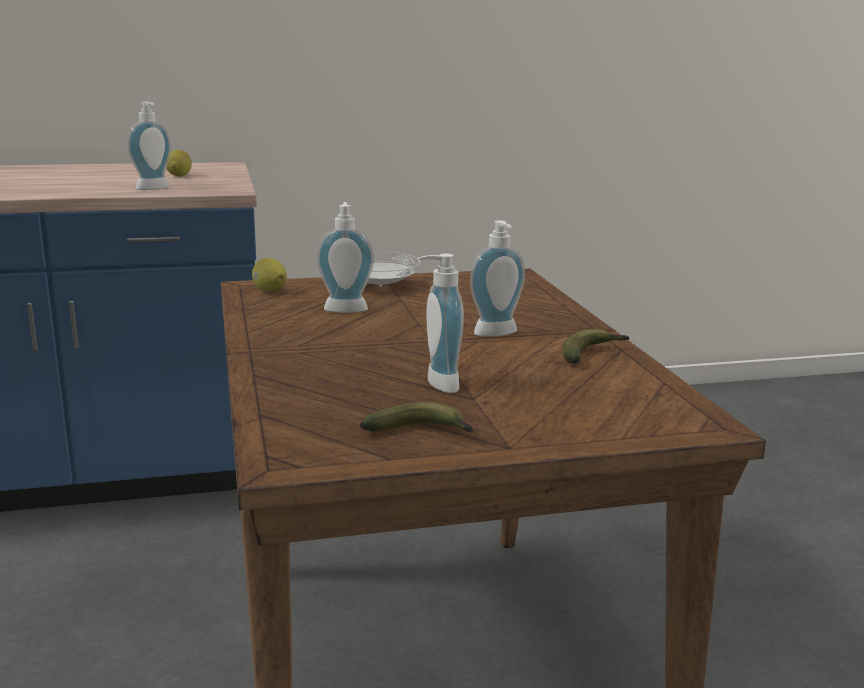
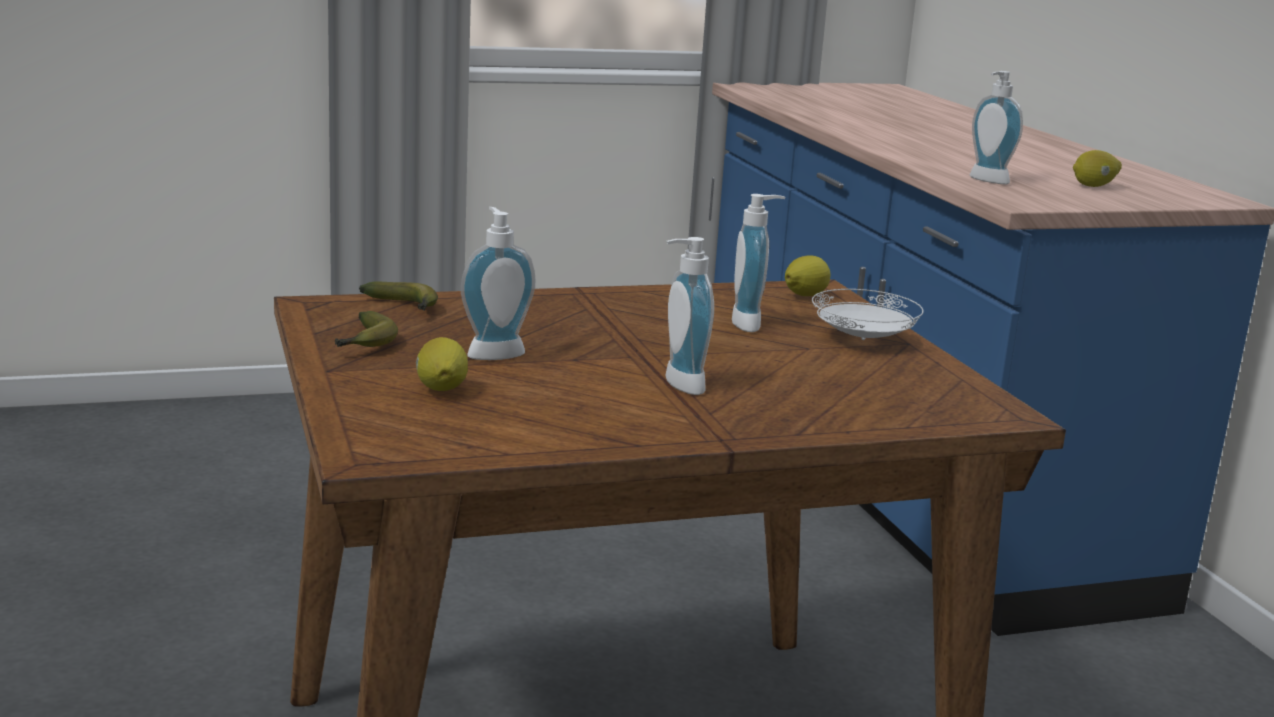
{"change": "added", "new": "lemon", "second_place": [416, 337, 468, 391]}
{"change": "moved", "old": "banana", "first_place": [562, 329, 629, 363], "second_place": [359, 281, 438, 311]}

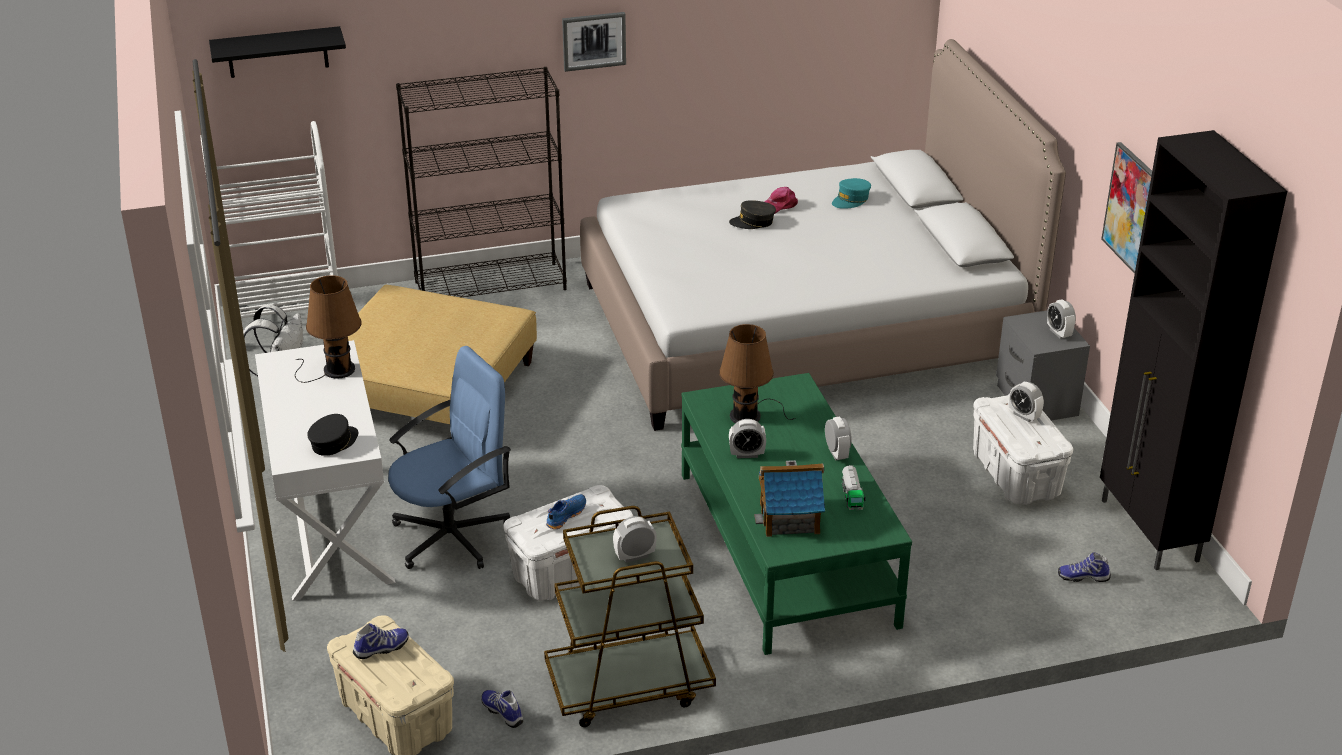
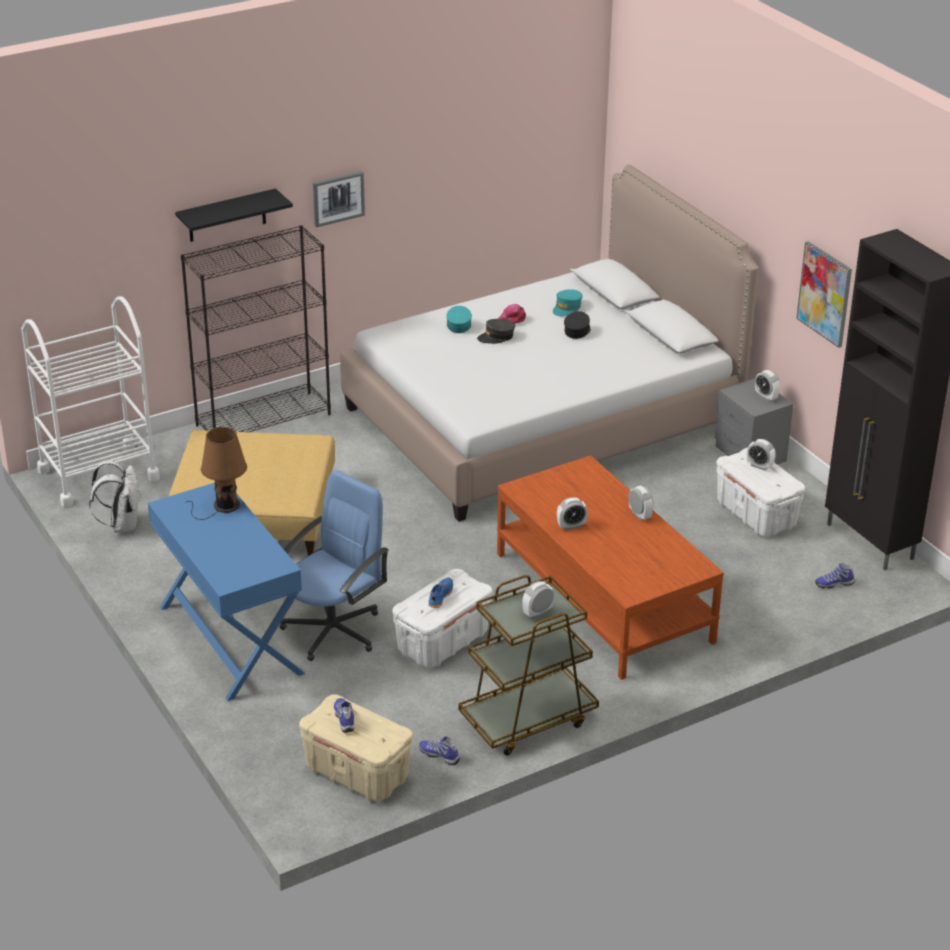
{"change": "removed", "old": "brown table lamp", "first_place": [719, 324, 795, 423]}
{"change": "removed", "old": "toy house", "first_place": [754, 460, 825, 537]}
{"change": "removed", "old": "toy truck", "first_place": [842, 465, 866, 510]}
{"change": "added", "new": "turquoise cap", "second_place": [446, 306, 472, 333]}
{"change": "moved", "old": "black shelf", "first_place": [209, 26, 346, 78], "second_place": [175, 189, 293, 242]}
{"change": "moved", "old": "black cap", "first_place": [307, 414, 358, 456], "second_place": [564, 311, 590, 339]}
{"change": "recoloured", "old": "white desk", "new": "blue desk", "first_place": [255, 340, 395, 601], "second_place": [148, 483, 305, 701]}
{"change": "recoloured", "old": "green coffee table", "new": "brown coffee table", "first_place": [681, 373, 912, 655], "second_place": [497, 455, 724, 680]}
{"change": "turned", "old": "shoe", "first_place": [353, 623, 409, 659], "second_place": [334, 698, 354, 733], "degrees": -60}

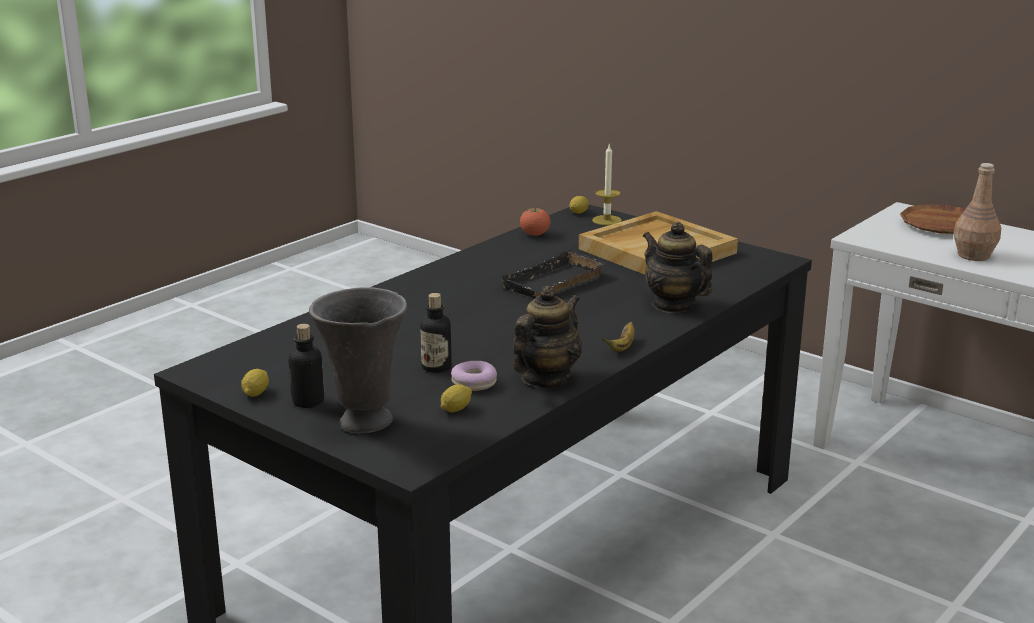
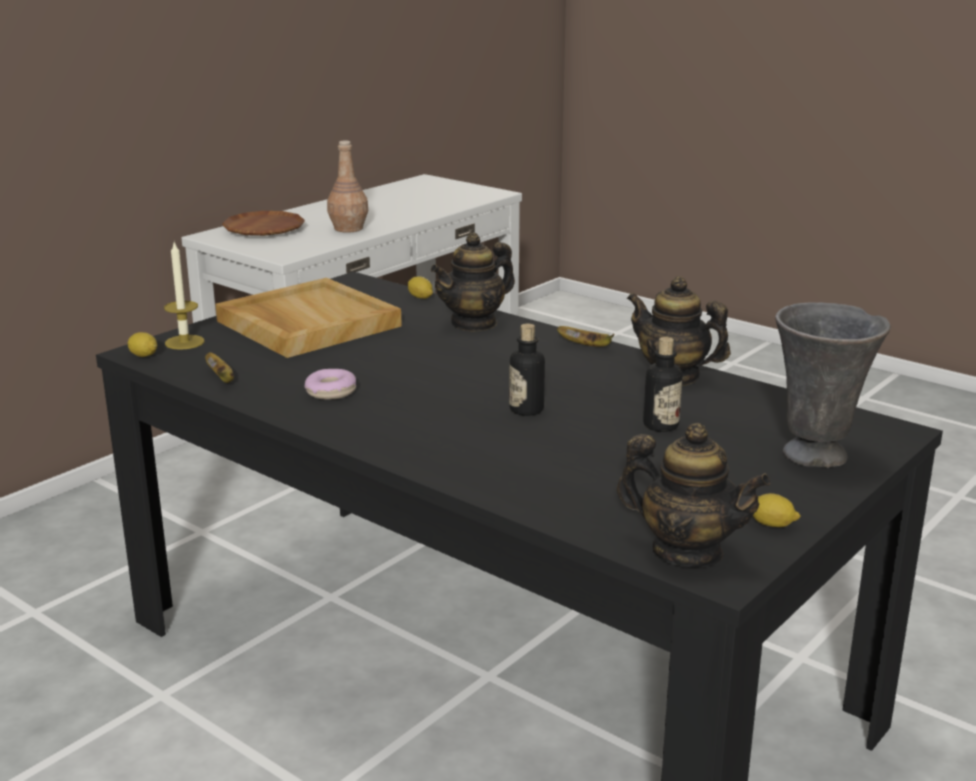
{"change": "removed", "old": "black tray", "first_place": [498, 248, 607, 298]}
{"change": "added", "new": "teapot", "second_place": [617, 423, 770, 567]}
{"change": "moved", "old": "bottle", "first_place": [289, 324, 325, 408], "second_place": [509, 323, 545, 416]}
{"change": "moved", "old": "lemon", "first_place": [440, 384, 472, 412], "second_place": [408, 276, 433, 299]}
{"change": "moved", "old": "donut", "first_place": [451, 361, 497, 391], "second_place": [304, 369, 356, 400]}
{"change": "replaced", "old": "tomato", "new": "banana", "first_place": [520, 207, 550, 236], "second_place": [205, 352, 234, 383]}

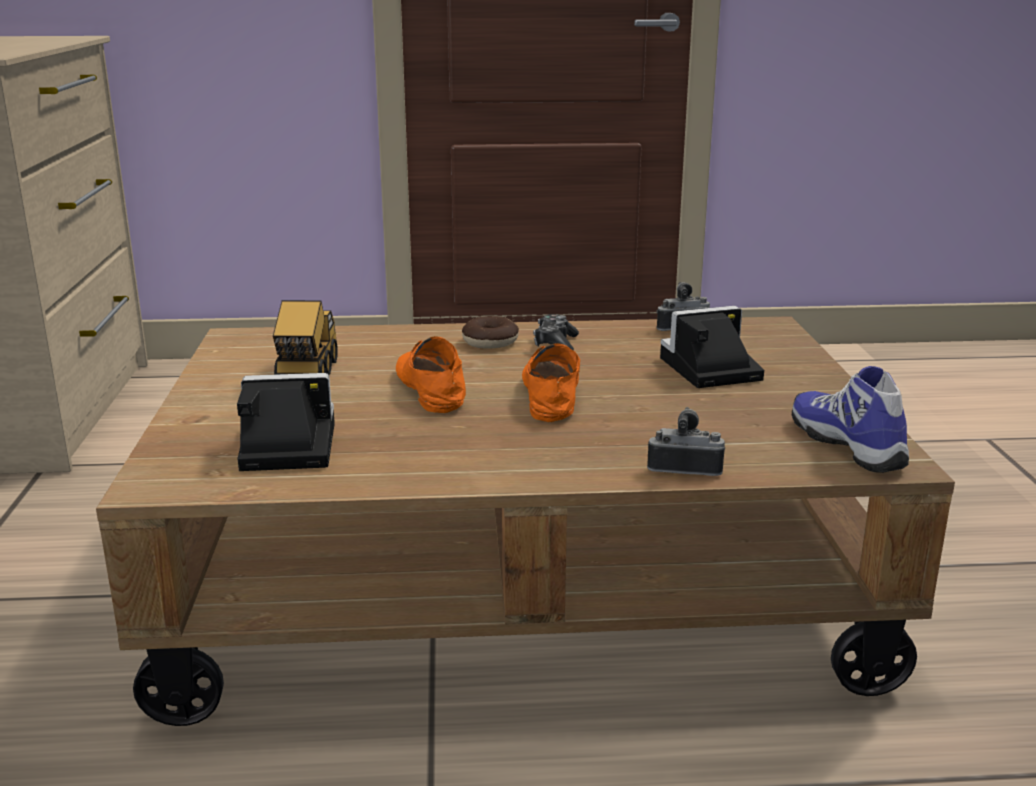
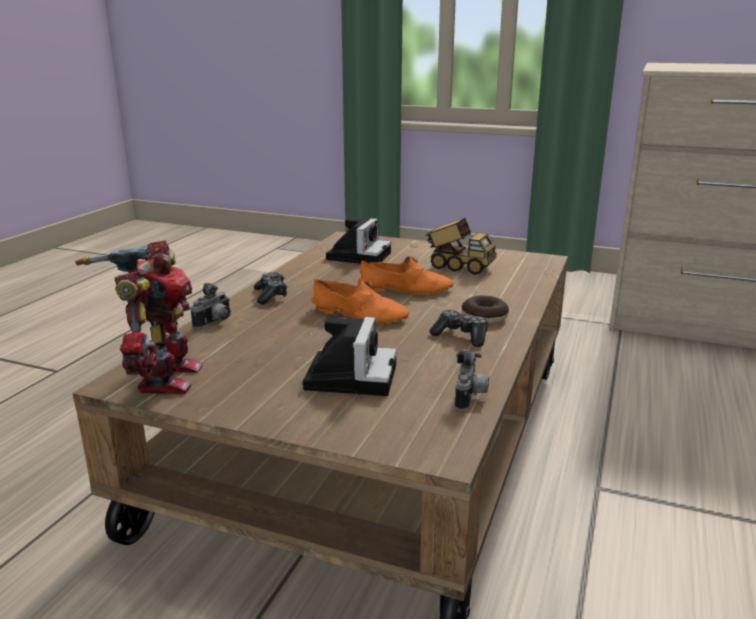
{"change": "added", "new": "game controller", "second_place": [254, 272, 288, 304]}
{"change": "replaced", "old": "shoe", "new": "toy robot", "first_place": [792, 366, 909, 473], "second_place": [75, 240, 203, 394]}

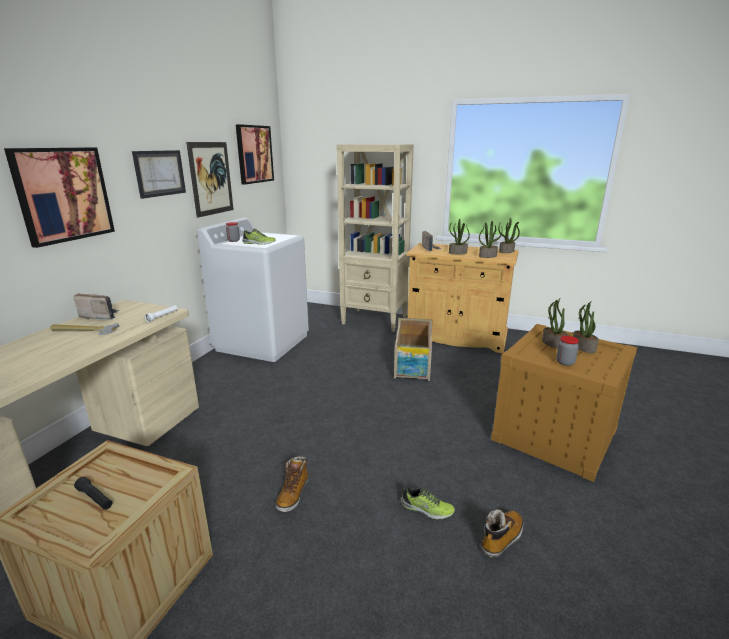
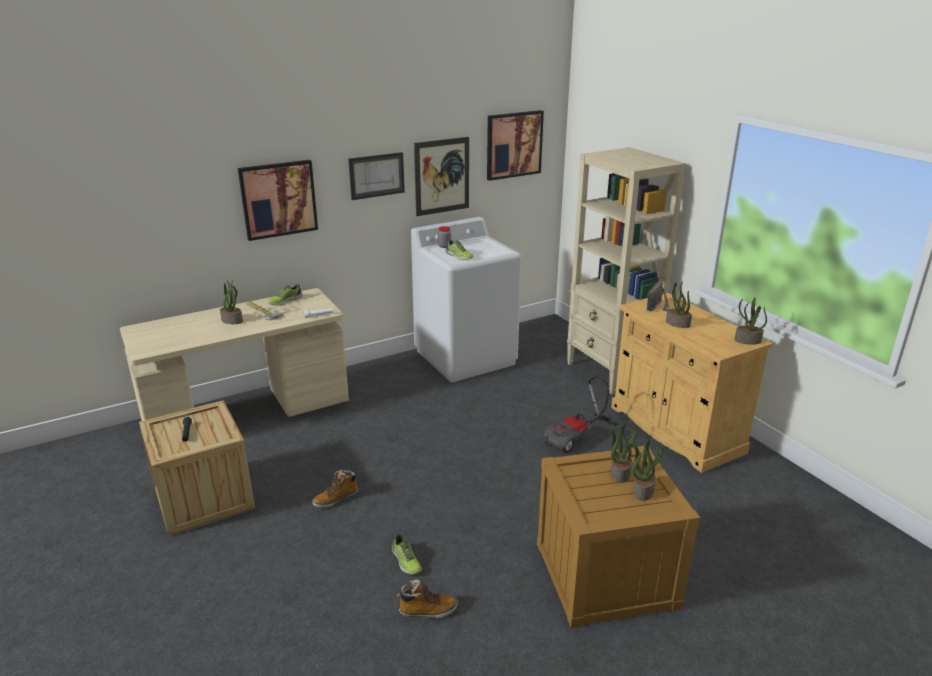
{"change": "removed", "old": "jar", "first_place": [556, 336, 579, 366]}
{"change": "moved", "old": "potted plant", "first_place": [479, 221, 503, 258], "second_place": [220, 279, 243, 324]}
{"change": "replaced", "old": "radio", "new": "shoe", "first_place": [74, 294, 119, 320], "second_place": [268, 284, 302, 305]}
{"change": "replaced", "old": "crate", "new": "vacuum cleaner", "first_place": [394, 318, 433, 381], "second_place": [543, 376, 618, 453]}

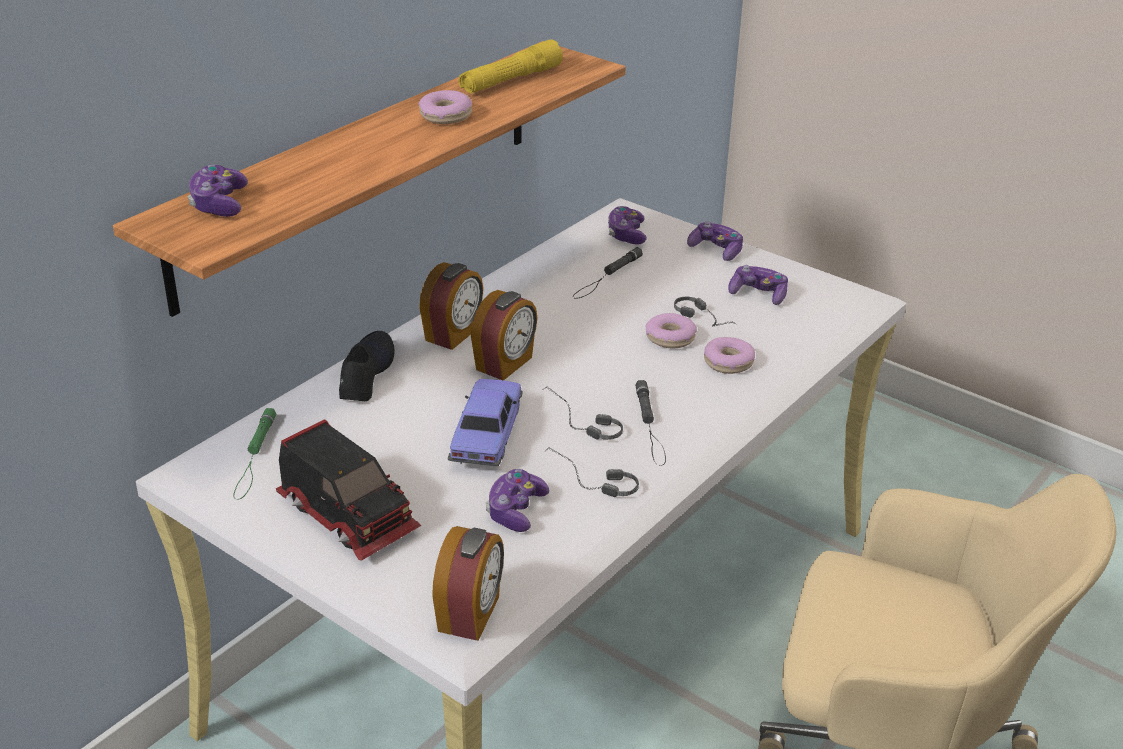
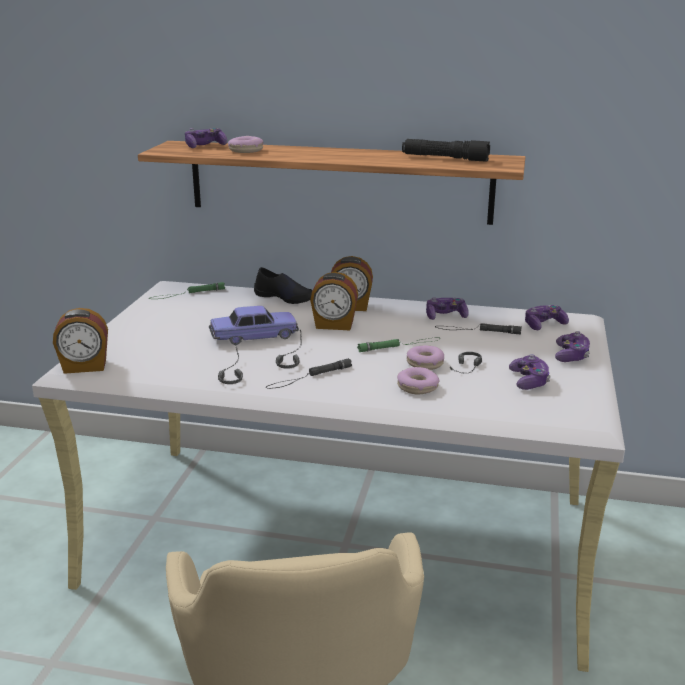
{"change": "removed", "old": "toy truck", "first_place": [276, 419, 421, 561]}
{"change": "added", "new": "green flashlight", "second_place": [357, 337, 439, 352]}
{"change": "moved", "old": "donut", "first_place": [418, 90, 472, 124], "second_place": [228, 136, 264, 153]}
{"change": "moved", "old": "game controller", "first_place": [485, 469, 549, 532], "second_place": [426, 297, 469, 320]}
{"change": "recoloured", "old": "yellow flashlight", "new": "black flashlight", "first_place": [458, 39, 563, 93], "second_place": [402, 139, 490, 162]}
{"change": "turned", "old": "black shoe", "first_place": [339, 331, 394, 401], "second_place": [254, 267, 312, 304], "degrees": 45}

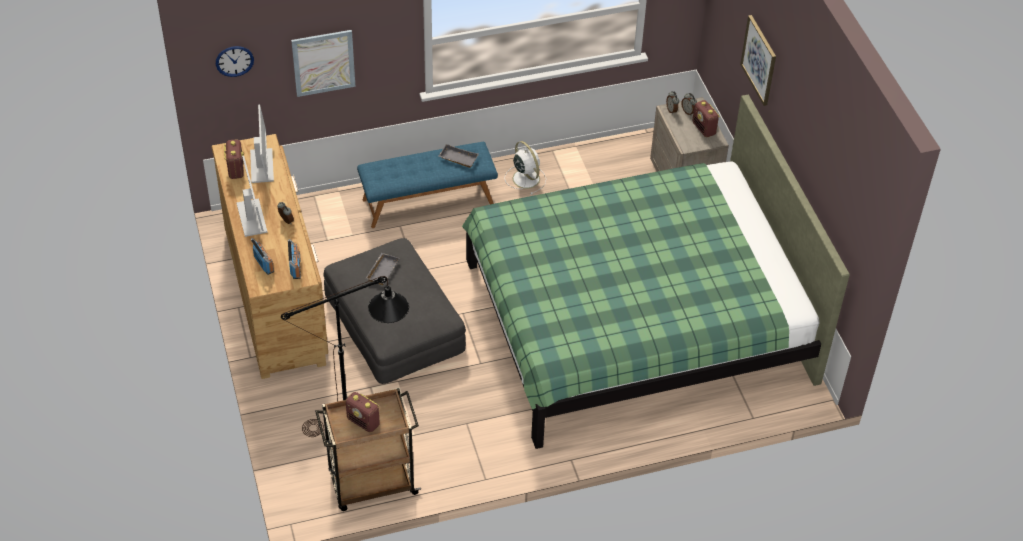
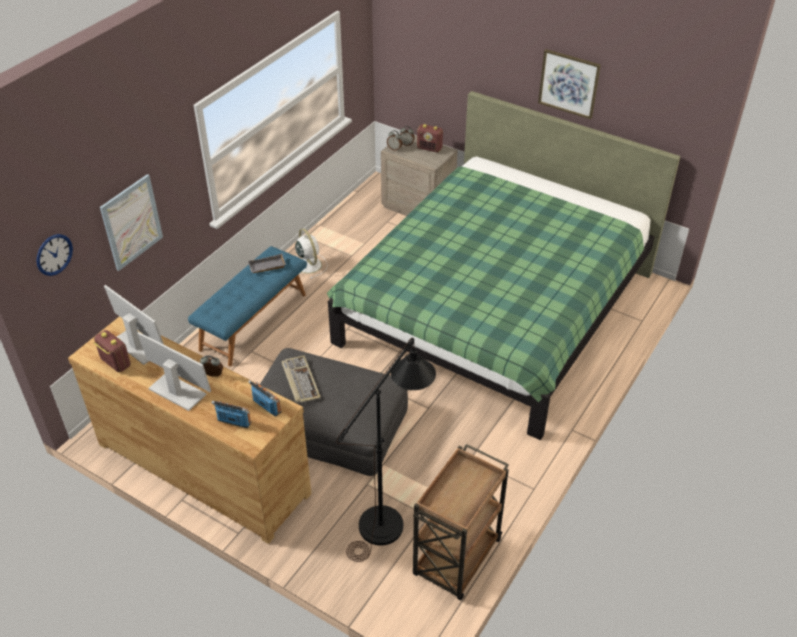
{"change": "removed", "old": "radio", "first_place": [346, 392, 380, 432]}
{"change": "moved", "old": "picture", "first_place": [740, 15, 776, 106], "second_place": [538, 49, 601, 119]}
{"change": "replaced", "old": "grey tray", "new": "keyboard", "first_place": [366, 253, 399, 285], "second_place": [281, 355, 321, 403]}
{"change": "turned", "old": "white fan", "first_place": [505, 141, 546, 195], "second_place": [295, 228, 328, 279], "degrees": 45}

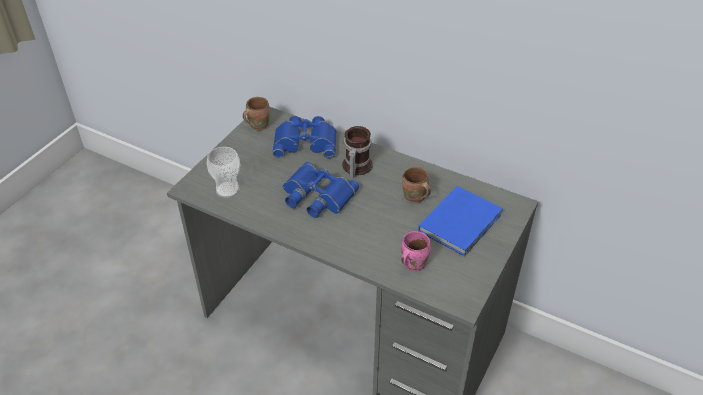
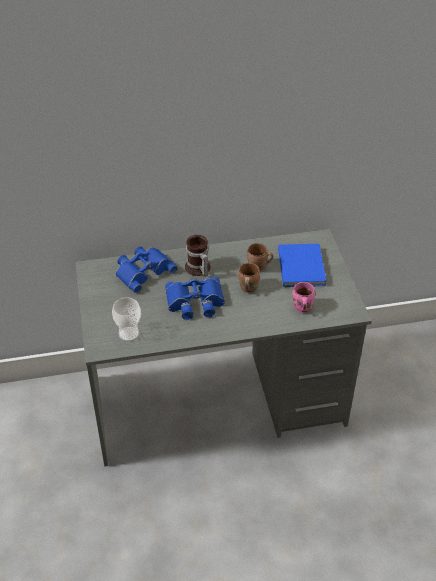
{"change": "moved", "old": "brown mug", "first_place": [243, 97, 270, 131], "second_place": [238, 263, 260, 293]}

